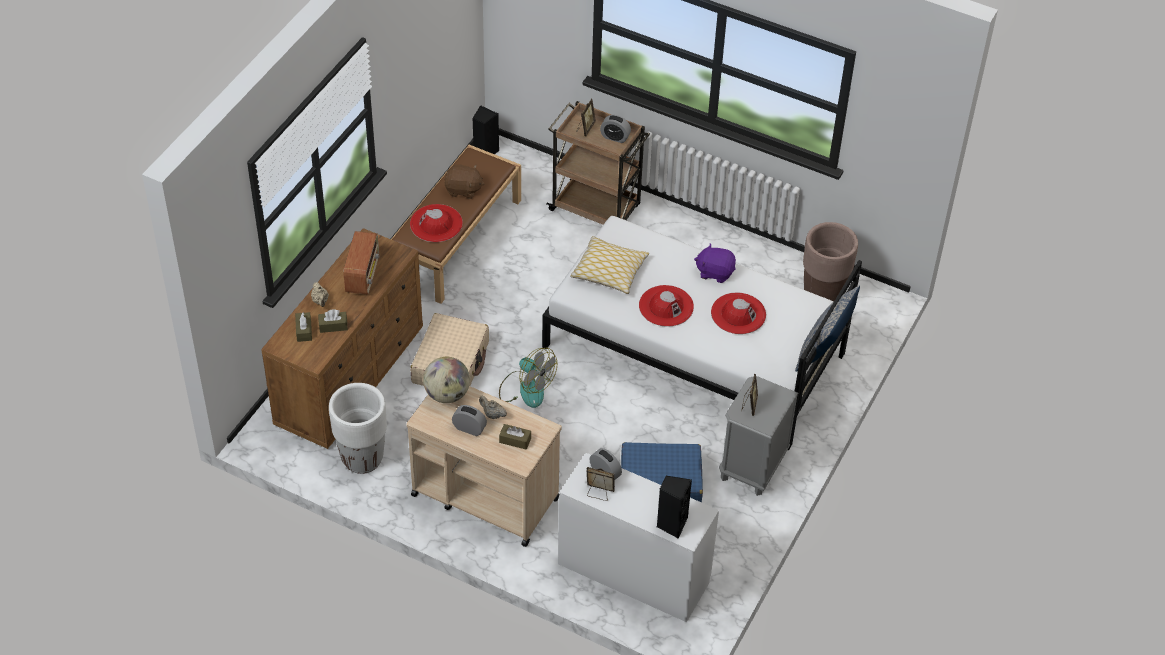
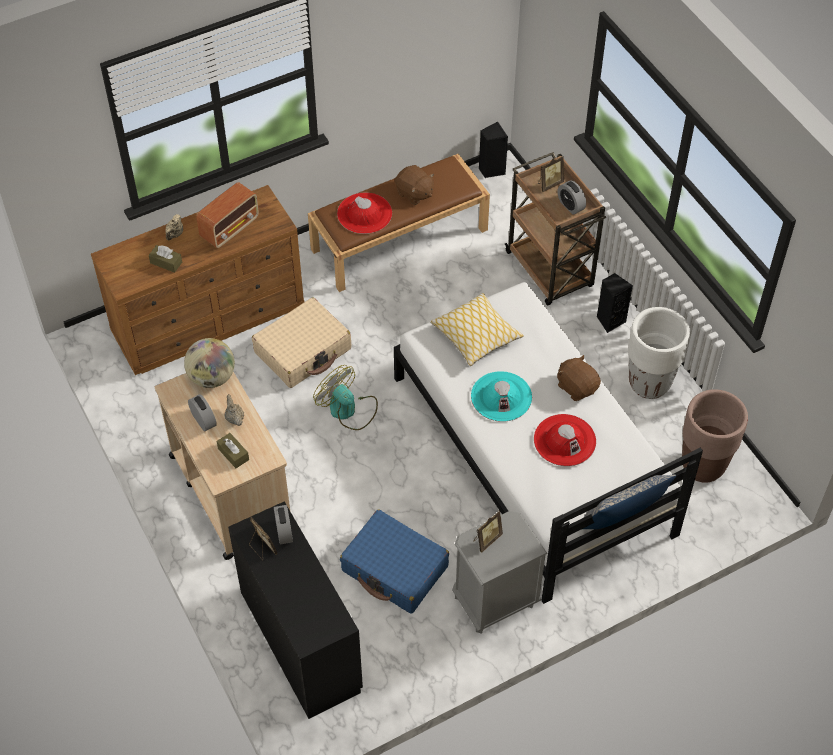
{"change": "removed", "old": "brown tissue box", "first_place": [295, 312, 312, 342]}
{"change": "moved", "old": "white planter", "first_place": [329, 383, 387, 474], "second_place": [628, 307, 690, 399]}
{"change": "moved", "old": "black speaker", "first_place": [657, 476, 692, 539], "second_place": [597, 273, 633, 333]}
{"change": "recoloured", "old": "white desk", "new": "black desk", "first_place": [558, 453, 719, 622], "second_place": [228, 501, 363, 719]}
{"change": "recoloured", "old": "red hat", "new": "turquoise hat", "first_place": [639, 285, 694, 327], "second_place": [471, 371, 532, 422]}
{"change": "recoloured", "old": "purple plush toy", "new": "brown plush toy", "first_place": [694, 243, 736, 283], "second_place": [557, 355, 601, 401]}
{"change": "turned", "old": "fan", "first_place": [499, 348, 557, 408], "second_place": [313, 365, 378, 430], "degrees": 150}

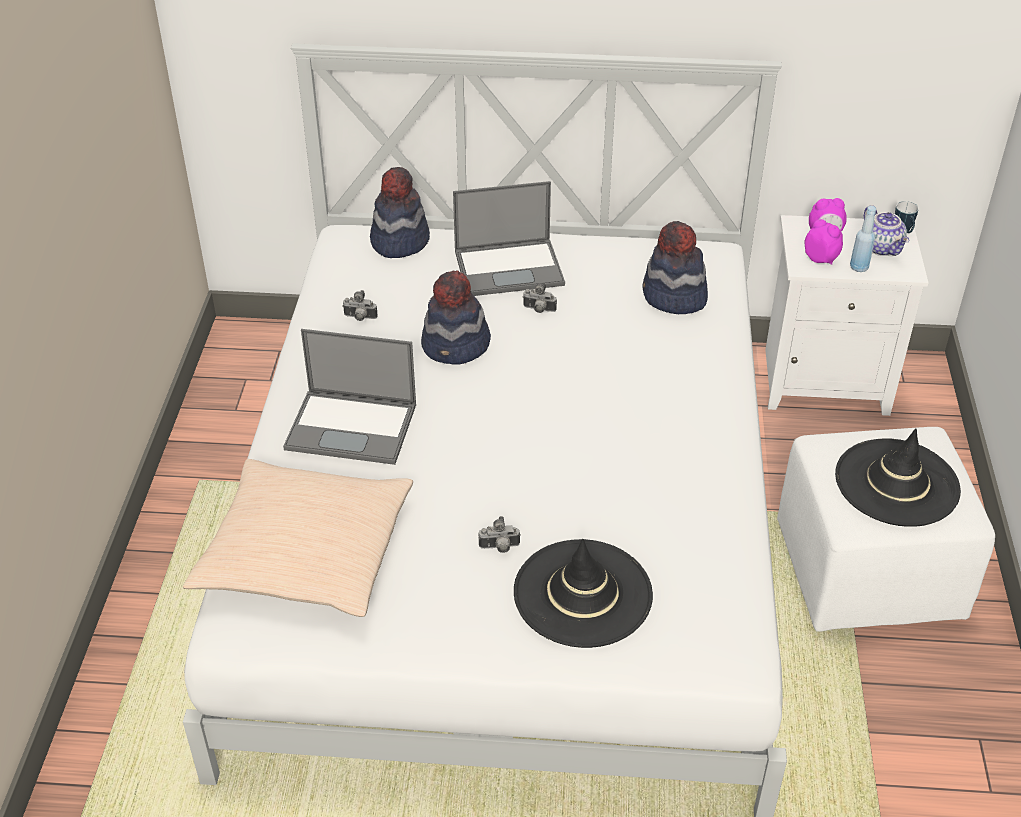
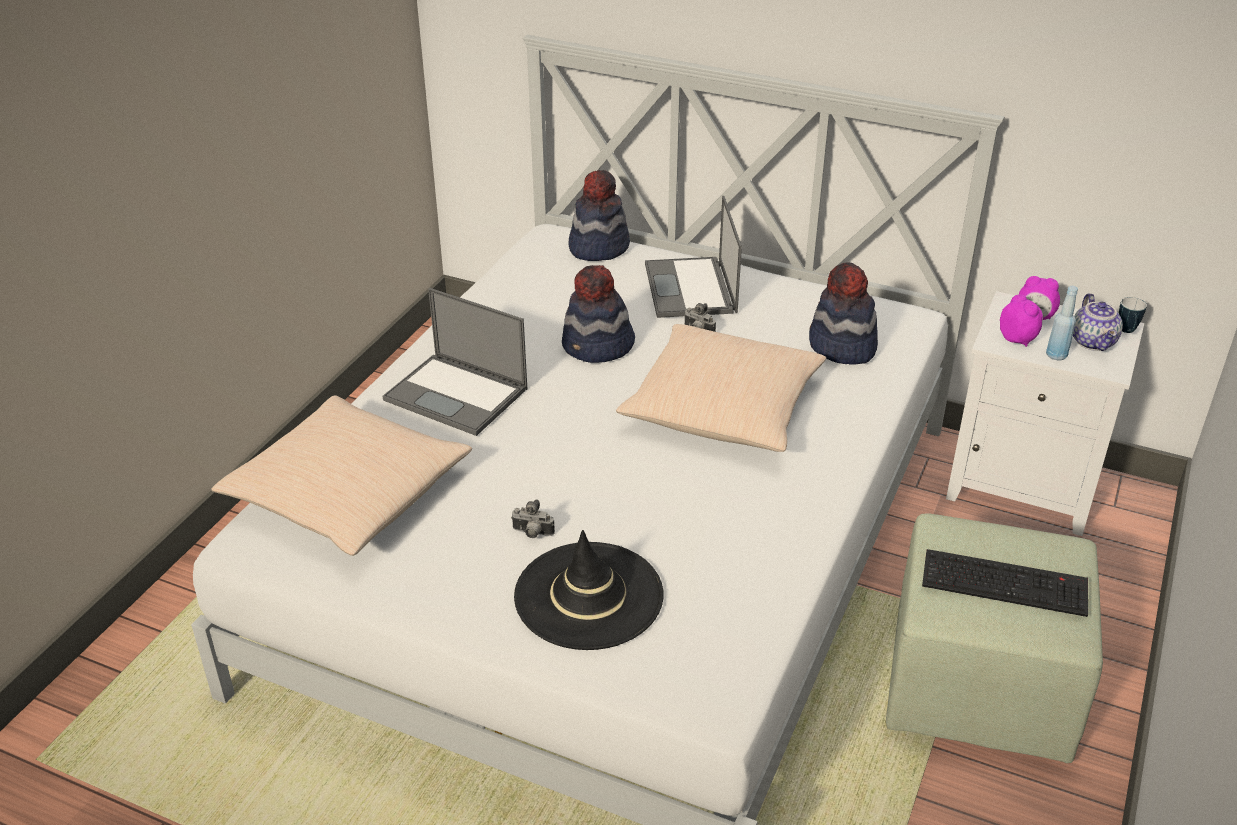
{"change": "removed", "old": "photo camera", "first_place": [342, 290, 378, 321]}
{"change": "added", "new": "beige pillow", "second_place": [616, 324, 826, 452]}
{"change": "replaced", "old": "black hat", "new": "keyboard", "first_place": [835, 428, 961, 527], "second_place": [922, 549, 1088, 617]}
{"change": "recoloured", "old": "white ottoman", "new": "green ottoman", "first_place": [777, 427, 995, 632], "second_place": [886, 513, 1103, 763]}
{"change": "turned", "old": "laptop", "first_place": [453, 181, 565, 296], "second_place": [645, 196, 742, 318], "degrees": 75}

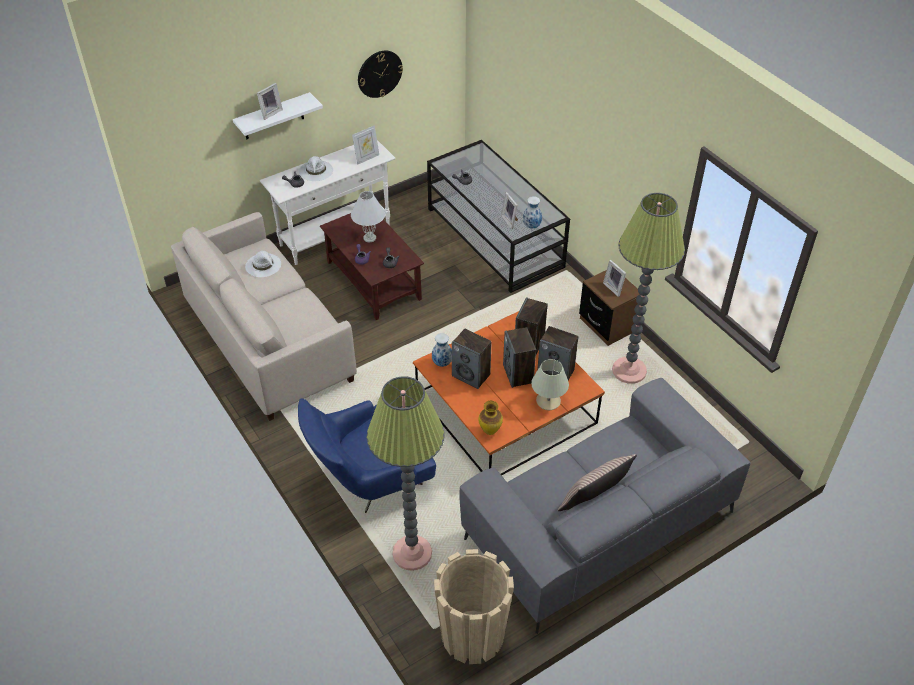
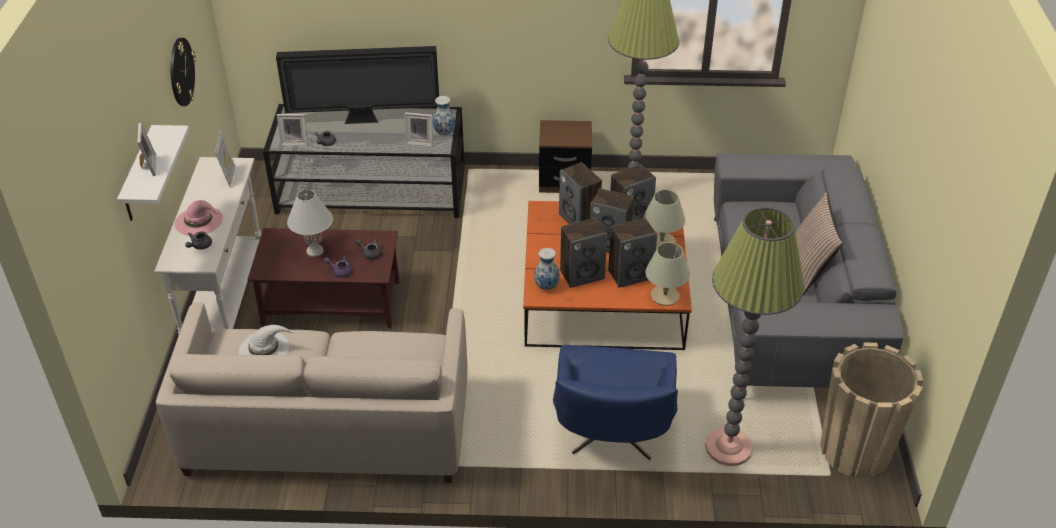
{"change": "added", "new": "television", "second_place": [276, 46, 439, 124]}
{"change": "added", "new": "speaker", "second_place": [608, 218, 657, 288]}
{"change": "moved", "old": "picture frame", "first_place": [603, 260, 626, 297], "second_place": [277, 114, 308, 146]}
{"change": "replaced", "old": "vase", "new": "beige table lamp", "first_place": [479, 401, 503, 435], "second_place": [645, 242, 690, 306]}
{"change": "recoloured", "old": "white hat", "new": "pink hat", "first_place": [299, 156, 333, 181], "second_place": [175, 200, 223, 236]}

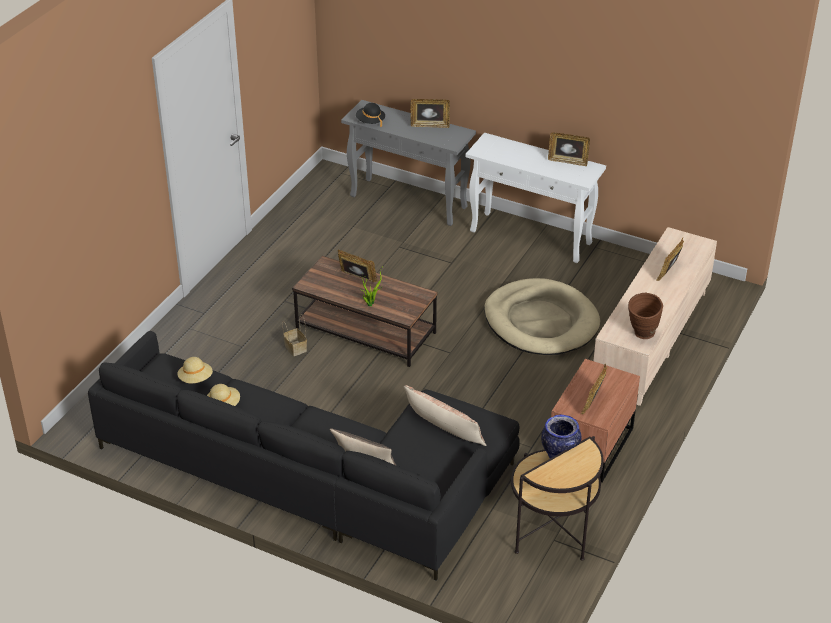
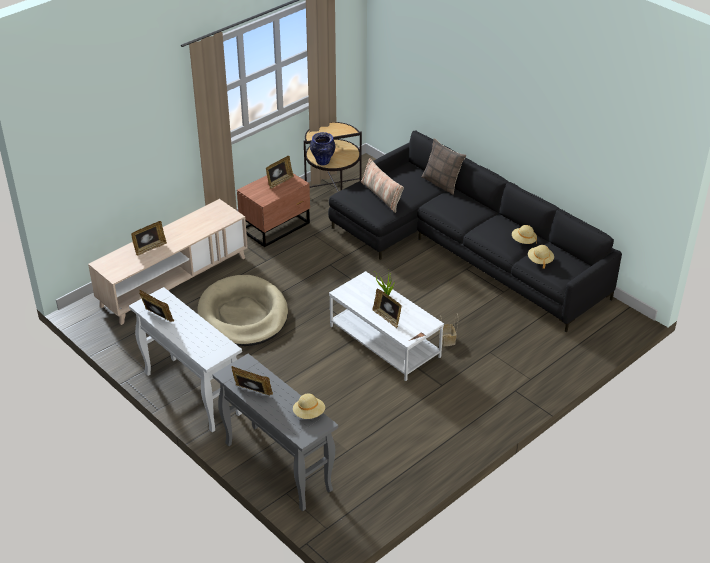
{"change": "removed", "old": "brown vase", "first_place": [628, 293, 663, 339]}
{"change": "recoloured", "old": "brown coffee table", "new": "white coffee table", "first_place": [292, 256, 438, 367], "second_place": [329, 271, 444, 381]}
{"change": "recoloured", "old": "black hat", "new": "beige hat", "first_place": [356, 103, 385, 127], "second_place": [293, 393, 325, 419]}

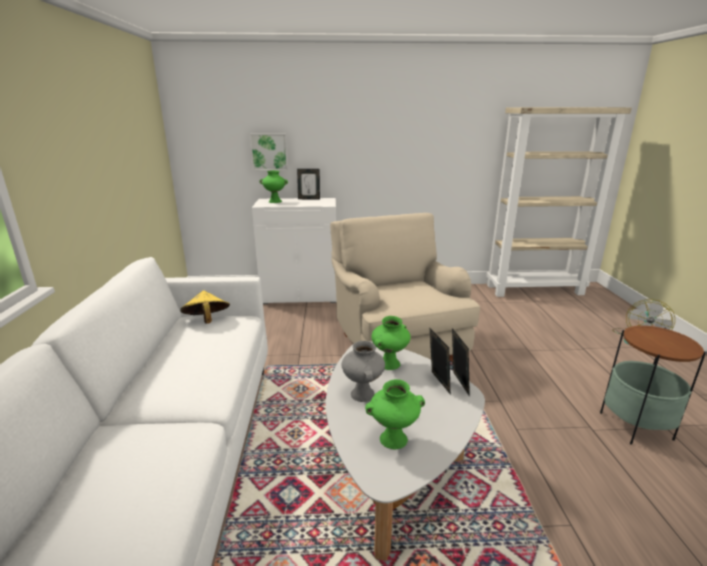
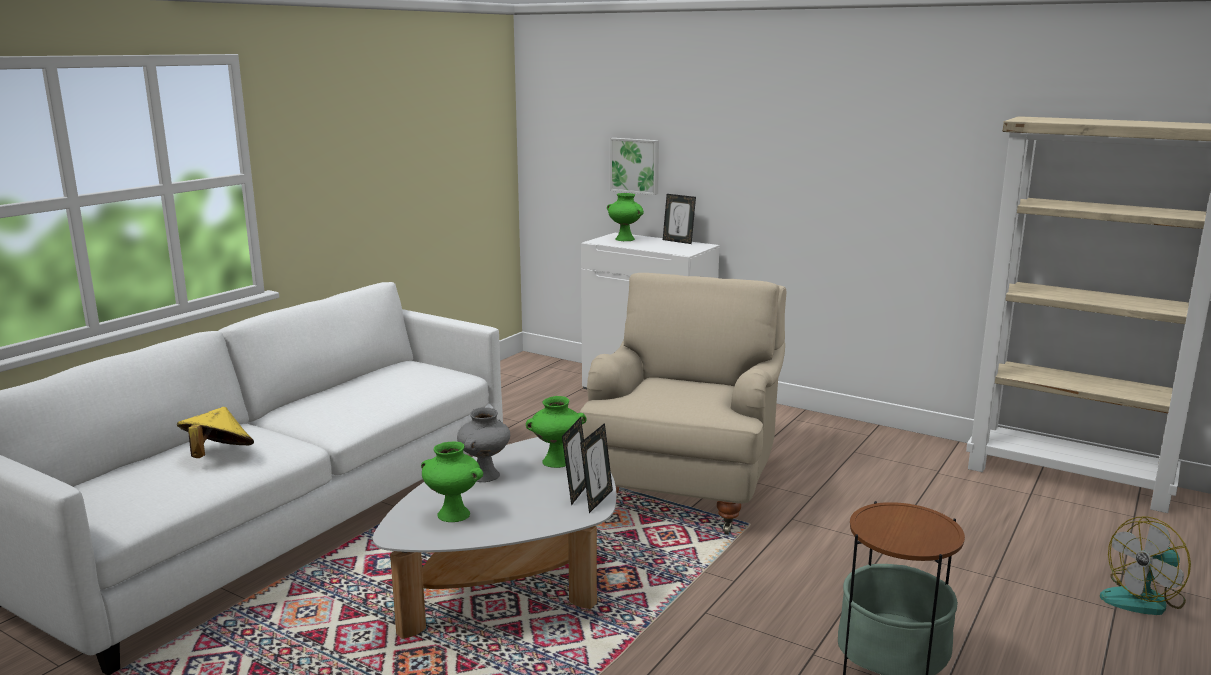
{"change": "moved", "old": "yellow hat", "first_place": [180, 290, 230, 323], "second_place": [177, 407, 254, 458]}

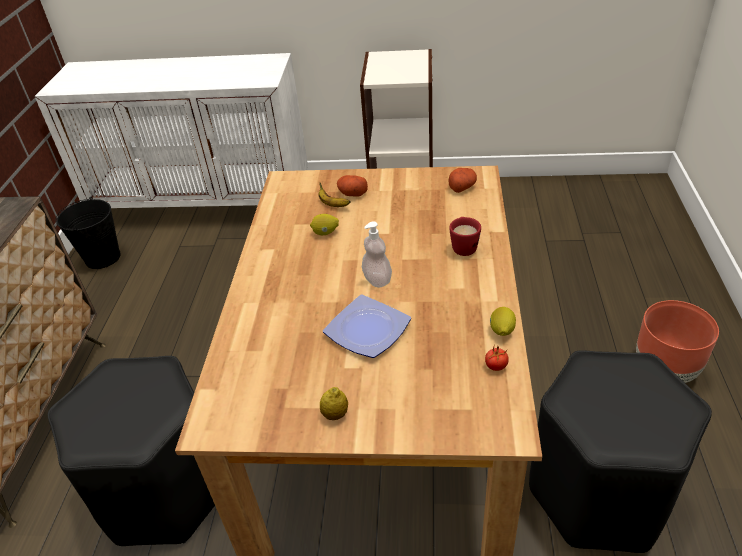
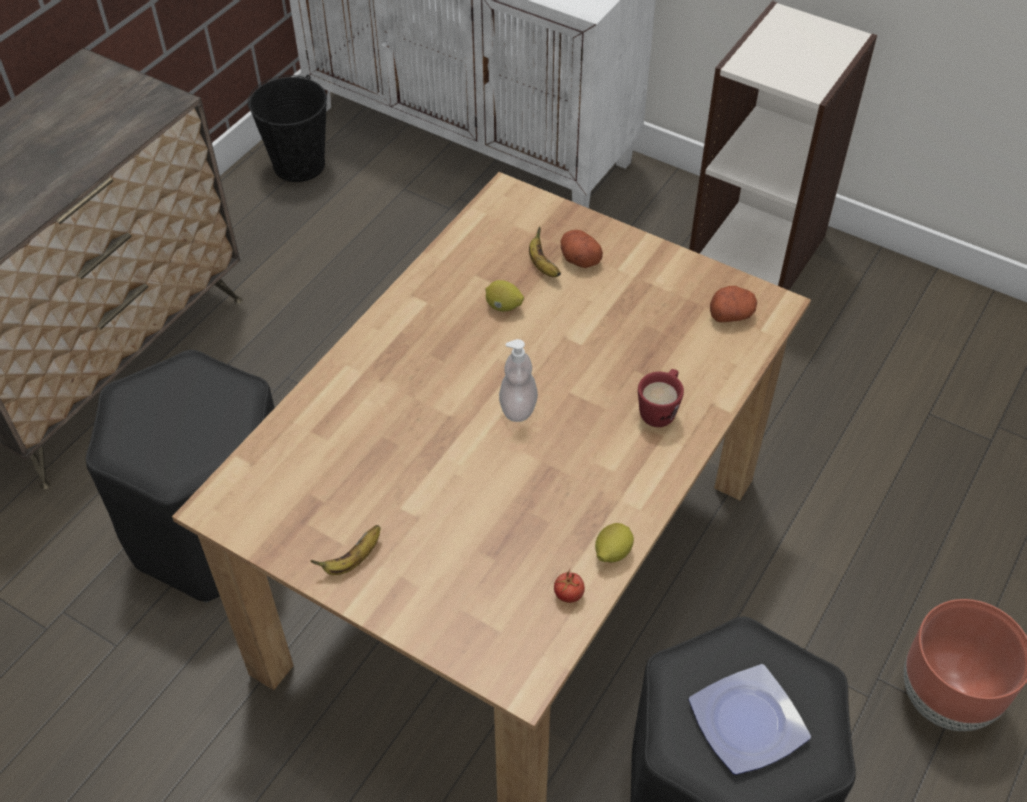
{"change": "moved", "old": "plate", "first_place": [323, 295, 411, 358], "second_place": [689, 664, 811, 775]}
{"change": "replaced", "old": "lemon", "new": "banana", "first_place": [320, 387, 348, 420], "second_place": [310, 525, 380, 575]}

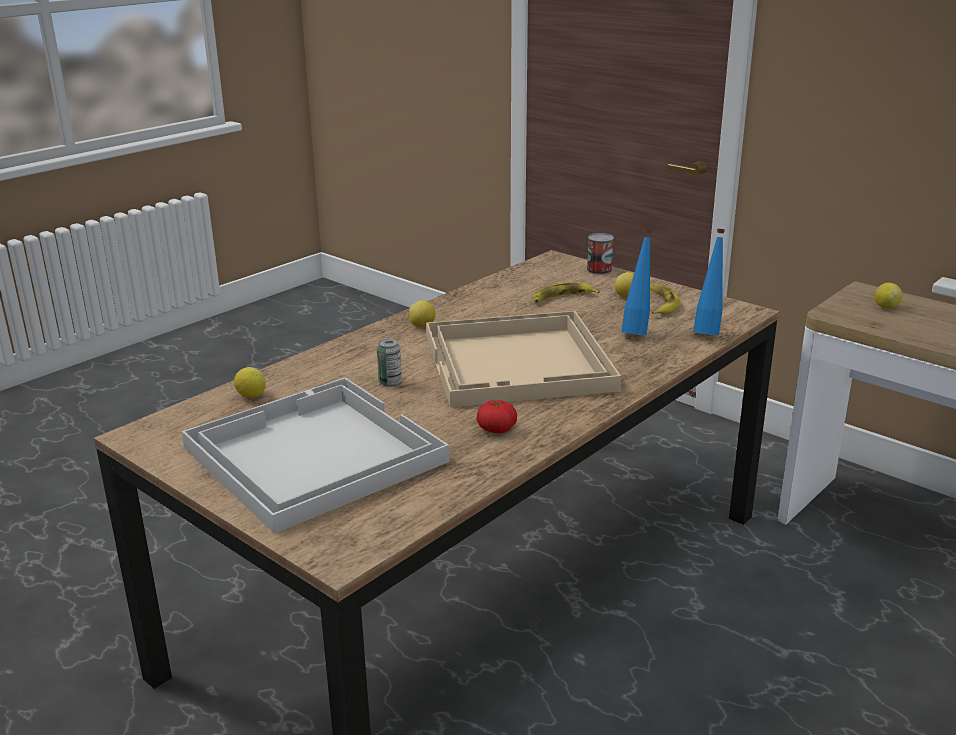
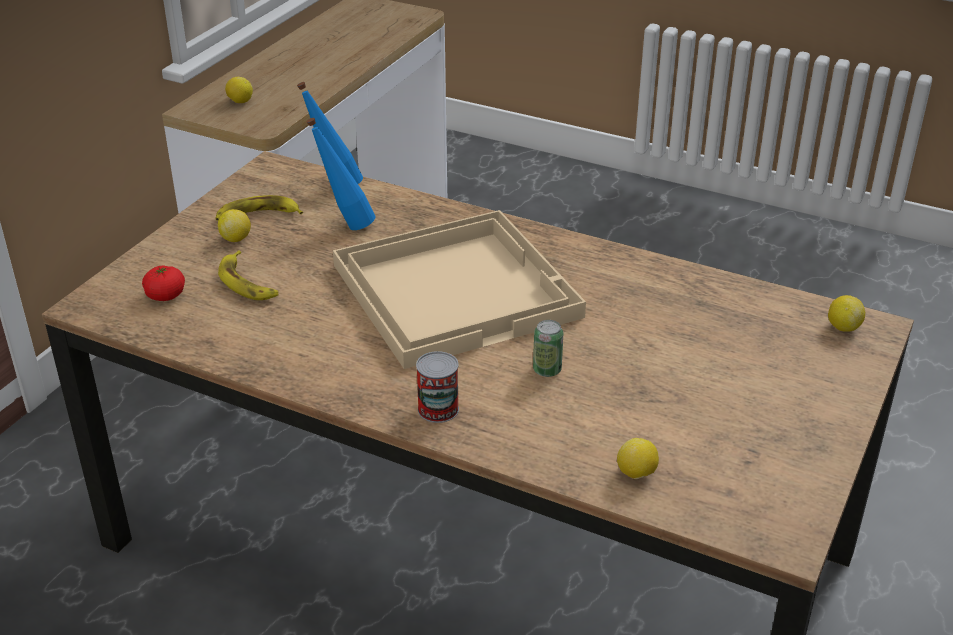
{"change": "removed", "old": "white tray", "first_place": [182, 377, 450, 534]}
{"change": "moved", "old": "lemon", "first_place": [409, 300, 436, 328], "second_place": [828, 295, 865, 332]}
{"change": "moved", "old": "tomato", "first_place": [477, 400, 517, 434], "second_place": [142, 265, 185, 301]}
{"change": "moved", "old": "can", "first_place": [587, 233, 614, 275], "second_place": [416, 351, 459, 423]}

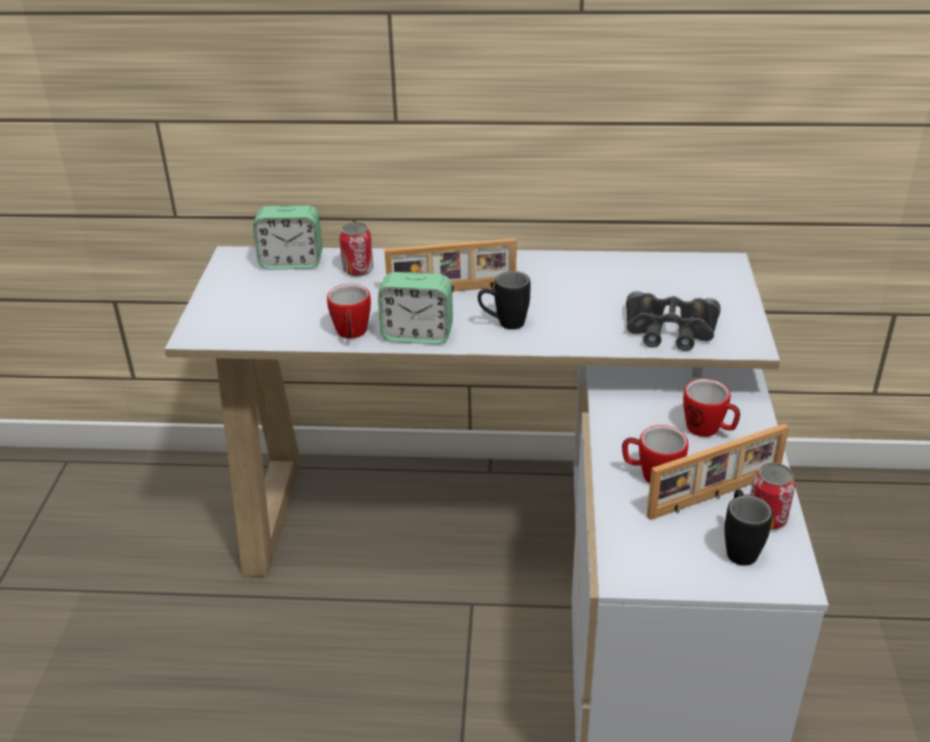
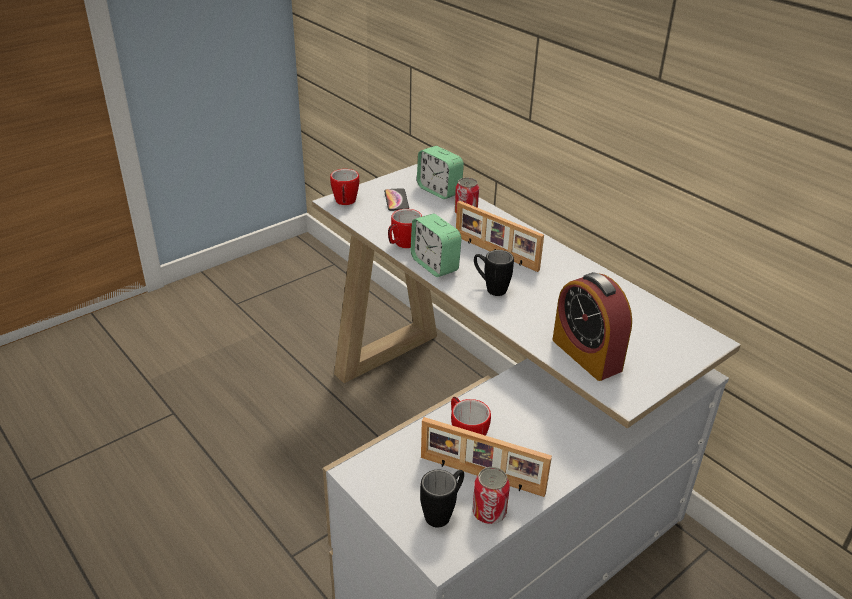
{"change": "added", "new": "phone", "second_place": [384, 188, 409, 211]}
{"change": "moved", "old": "mug", "first_place": [683, 379, 740, 437], "second_place": [330, 169, 359, 205]}
{"change": "replaced", "old": "black binoculars", "new": "alarm clock", "first_place": [626, 291, 721, 351], "second_place": [552, 272, 632, 381]}

